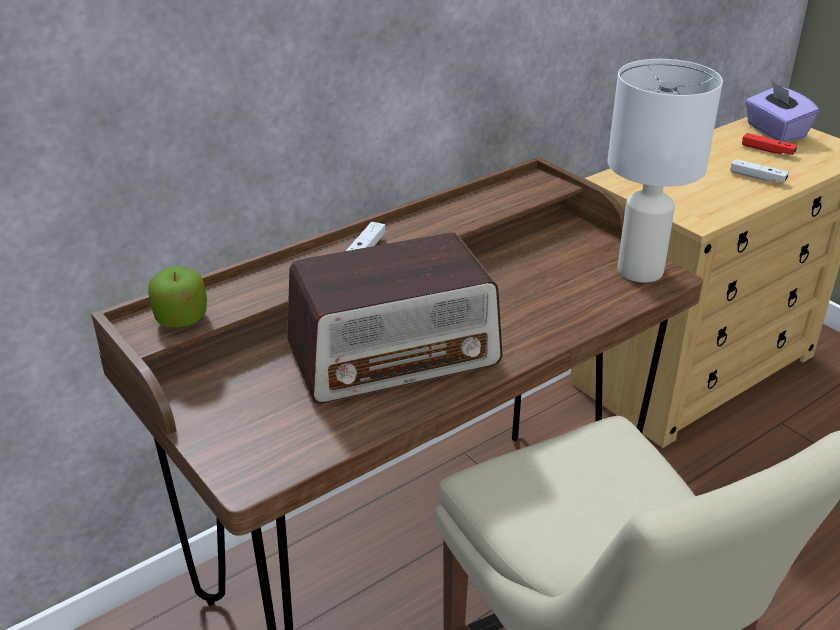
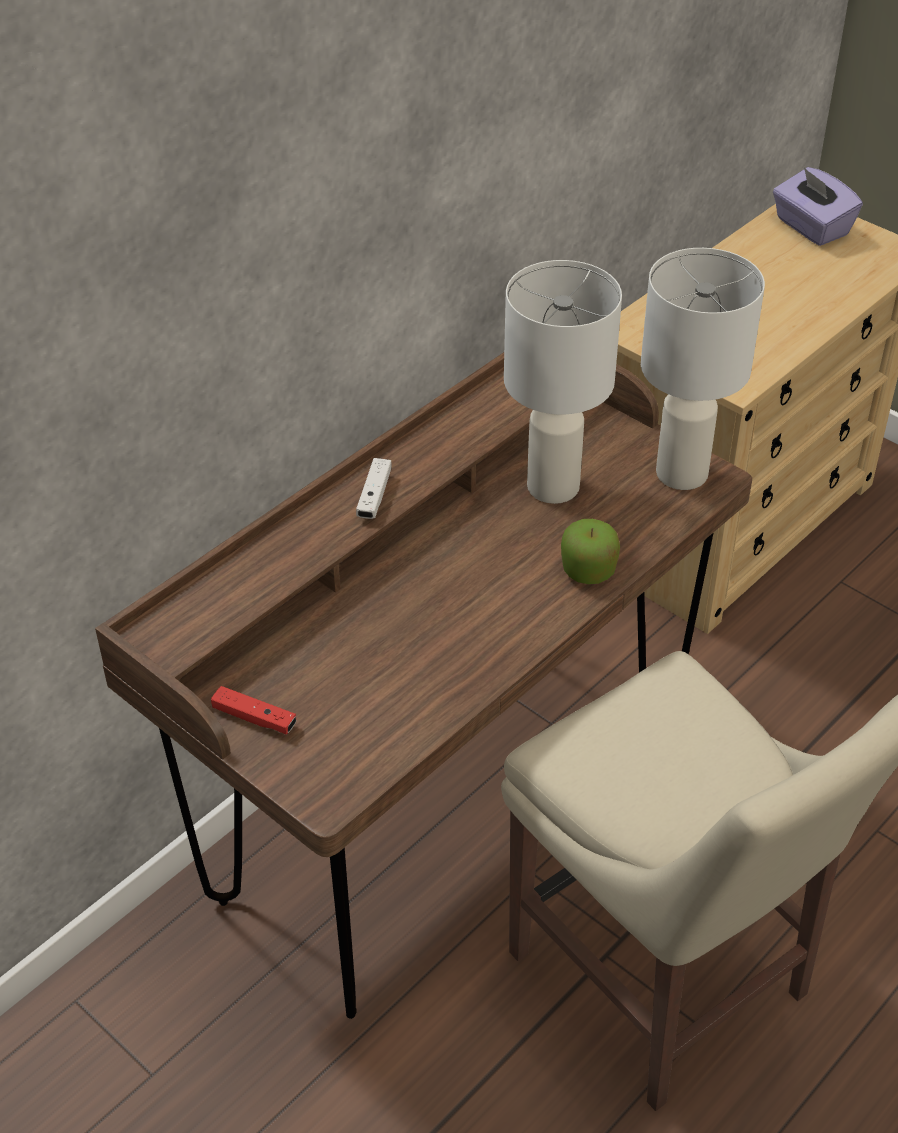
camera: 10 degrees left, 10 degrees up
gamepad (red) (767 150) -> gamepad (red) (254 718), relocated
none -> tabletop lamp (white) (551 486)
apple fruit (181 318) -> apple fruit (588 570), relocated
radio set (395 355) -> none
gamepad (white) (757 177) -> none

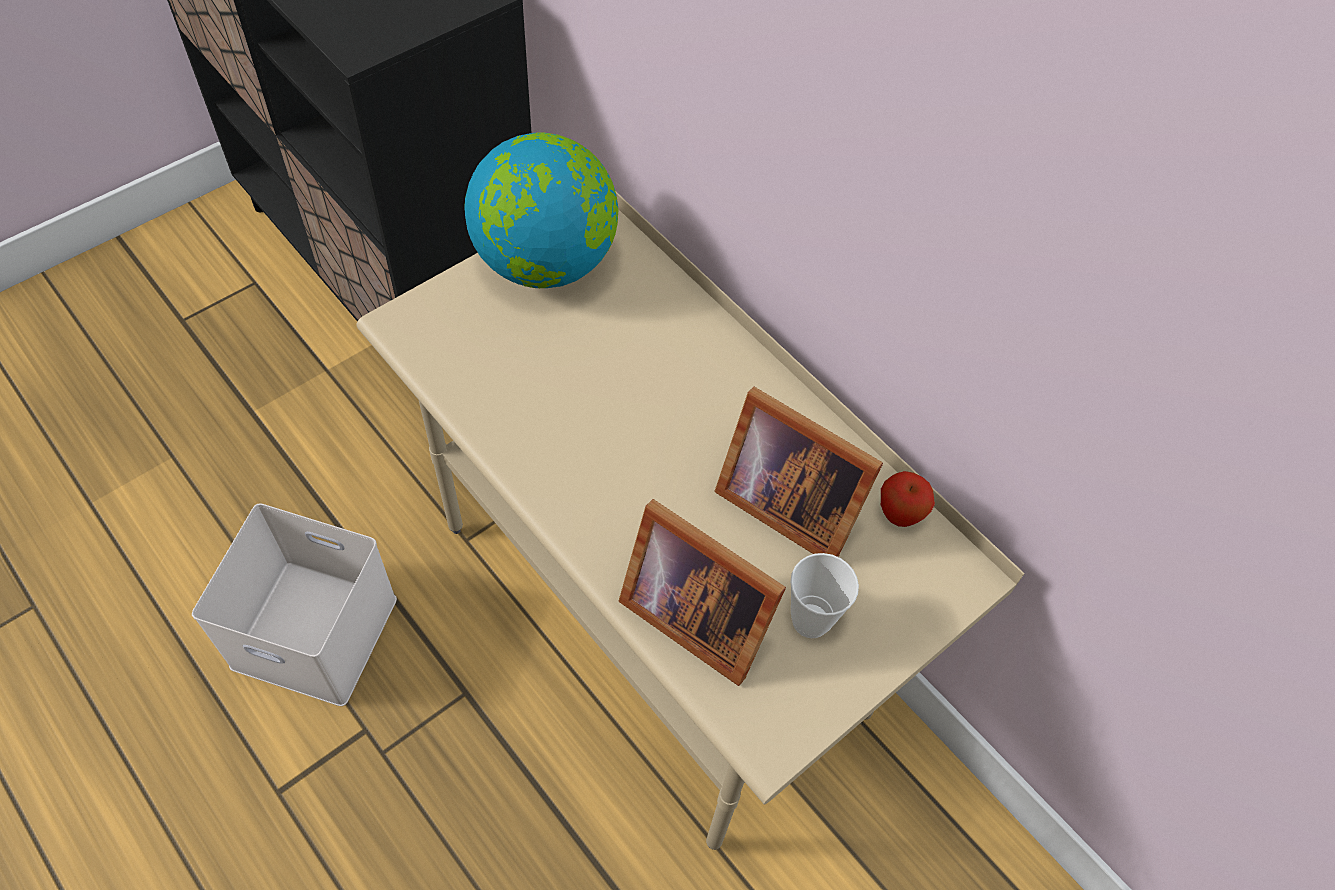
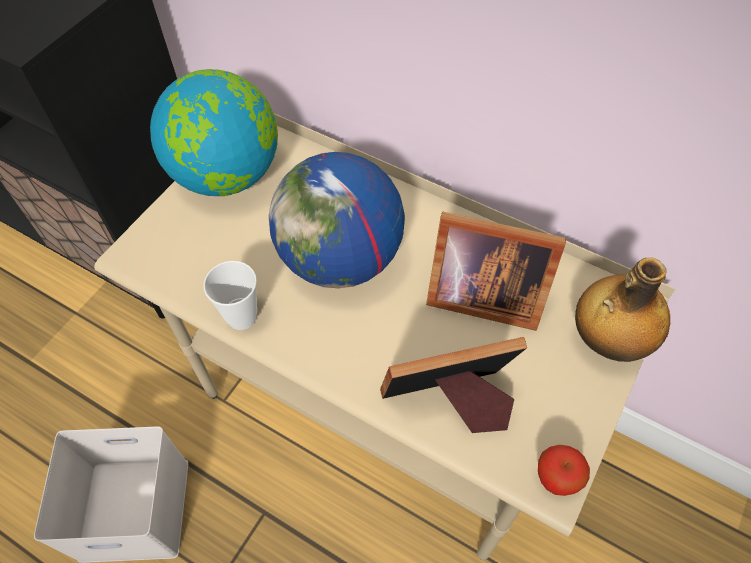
camera: 15 degrees left, 0 degrees up
small cup (810 621) -> small cup (242 317), relocated
none -> globe (340 259)
picture frame (694 612) -> picture frame (451 403), 150 degrees clockwise
apple fruit (899 515) -> apple fruit (555 479), relocated
none -> drink bottle (606 340)

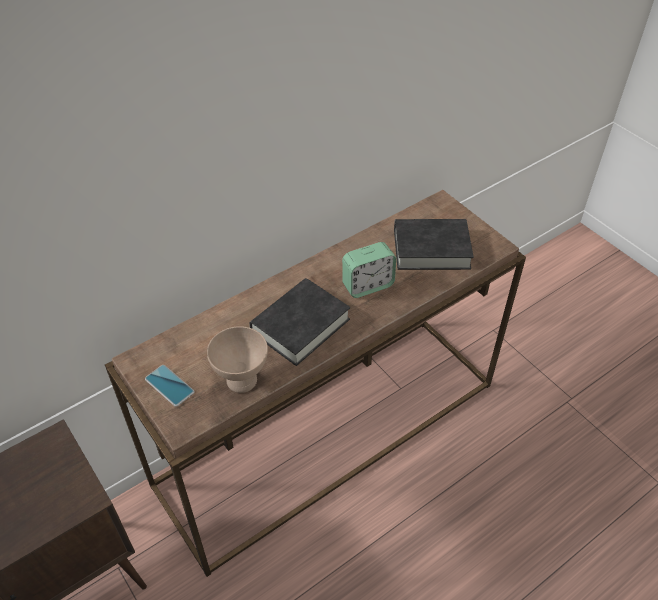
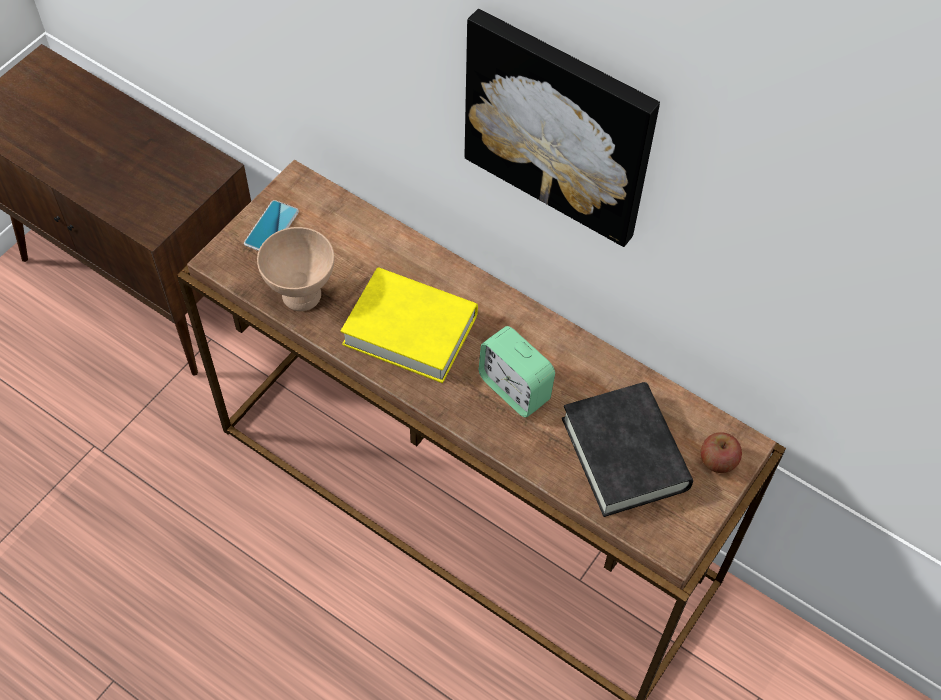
camera: 70 degrees right, 10 degrees up
book (black-coloured) (300 326) -> book (yellowish) (410 330)
none -> wall picture (560 125)
none -> apple fruit (718 460)

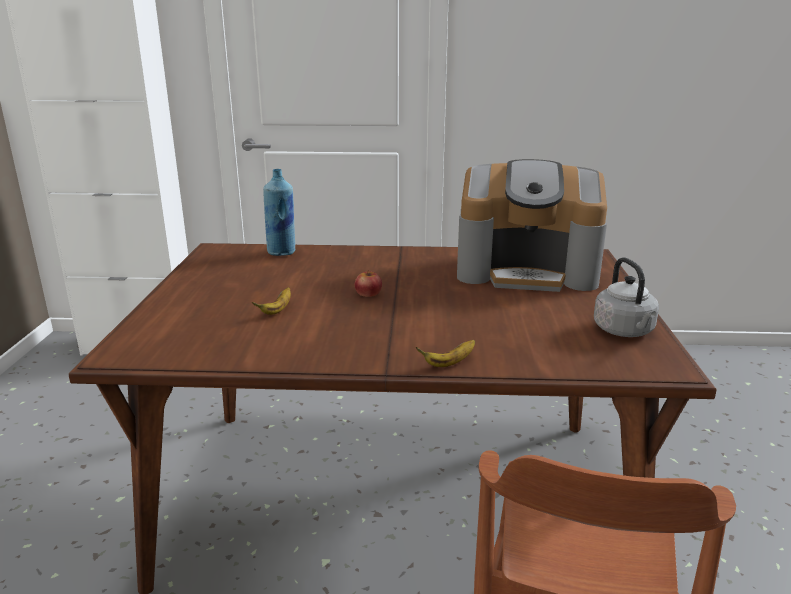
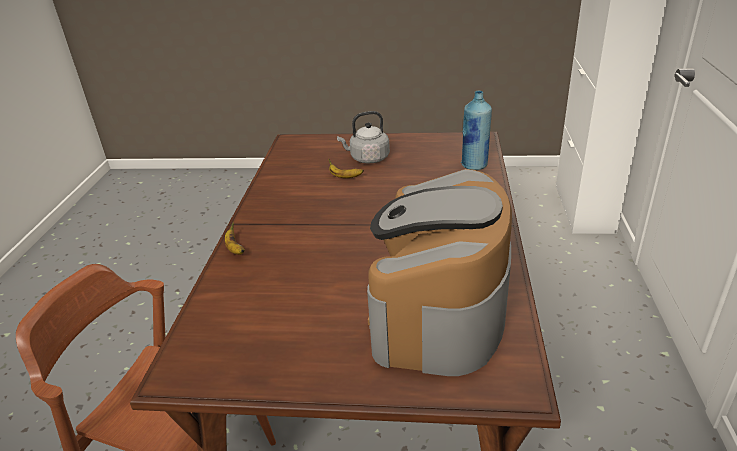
camera: 95 degrees right, 10 degrees up
kettle (grey) (625 331) -> kettle (grey) (367 158), relocated
apple fruit (368 293) -> none

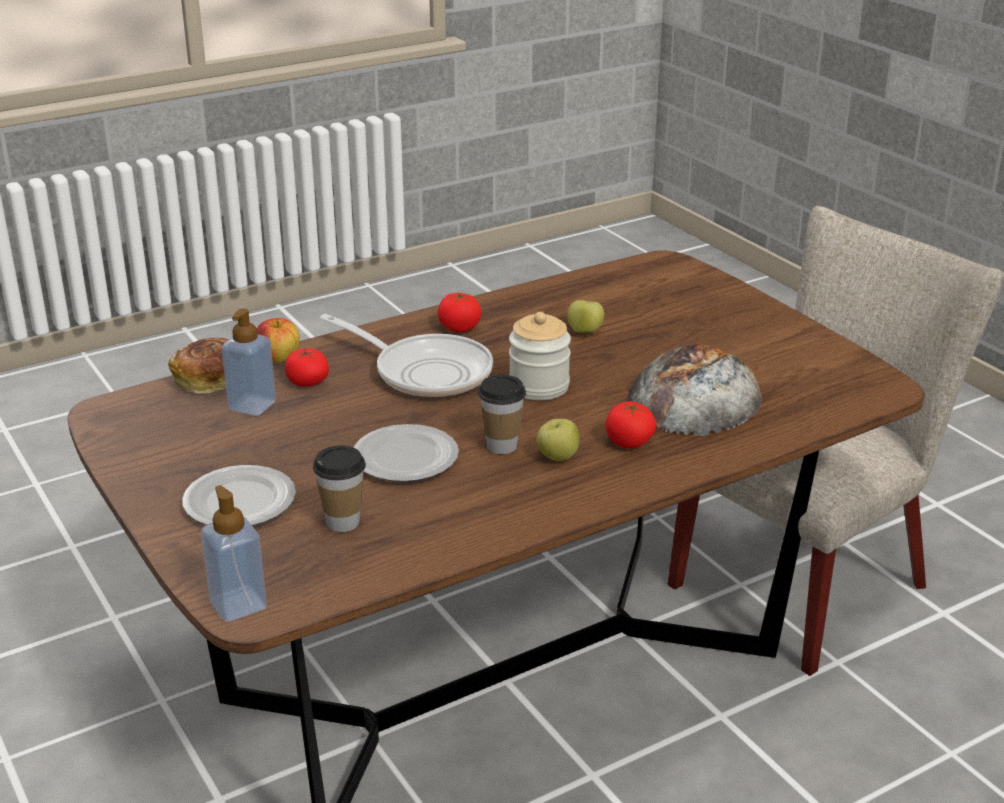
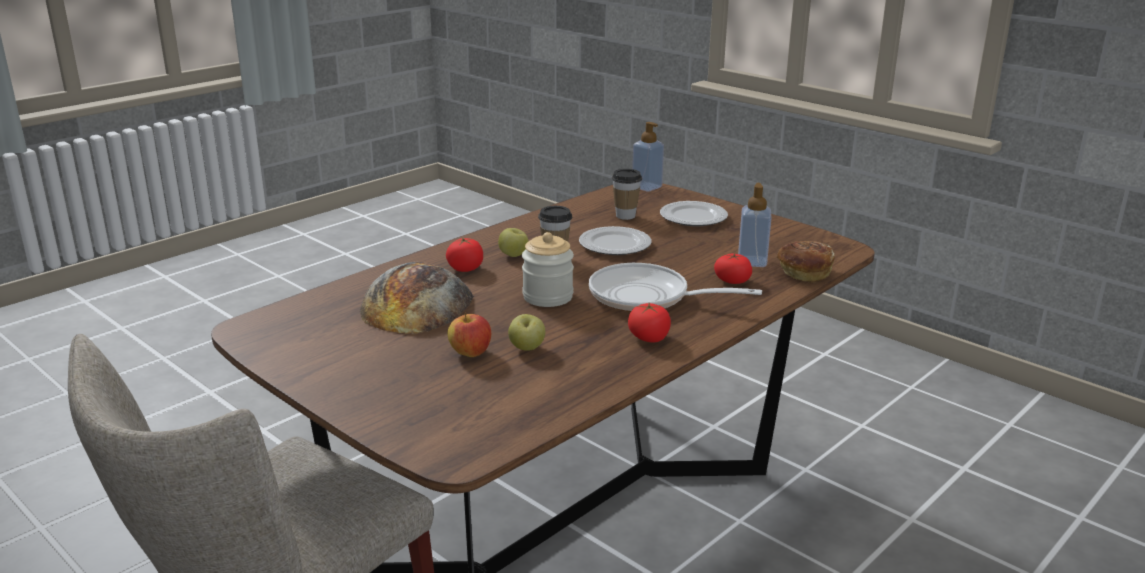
camera: 165 degrees right, 5 degrees down
apple fruit (278 358) -> apple fruit (470 353), relocated

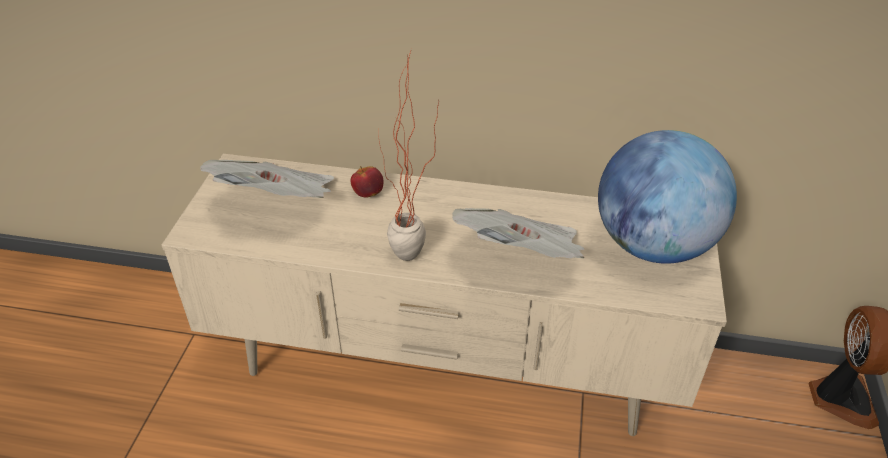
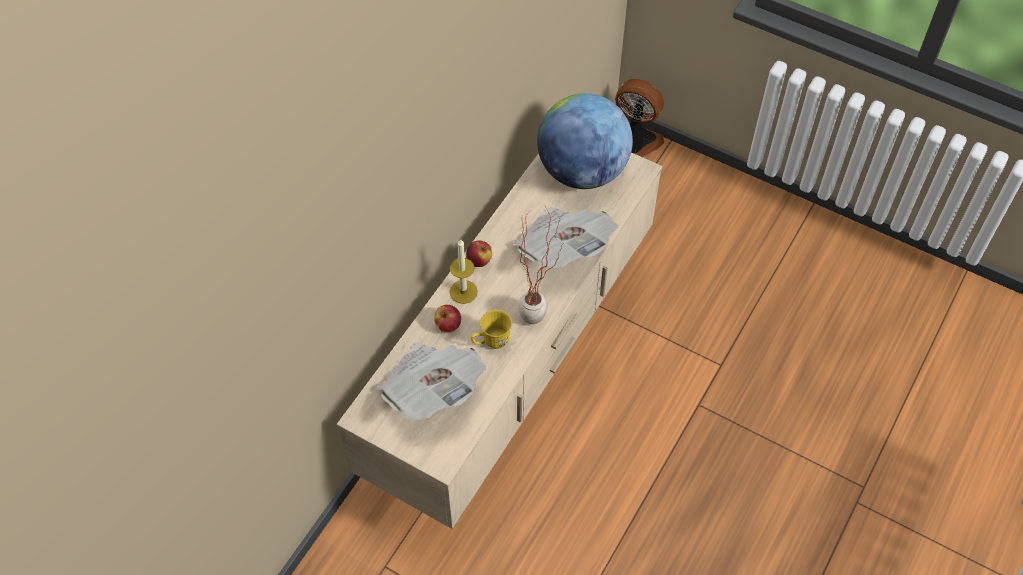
camera: 70 degrees left, 15 degrees up
none -> candle (463 291)
none -> apple fruit (479 261)
none -> mug (yellowish) (491 342)

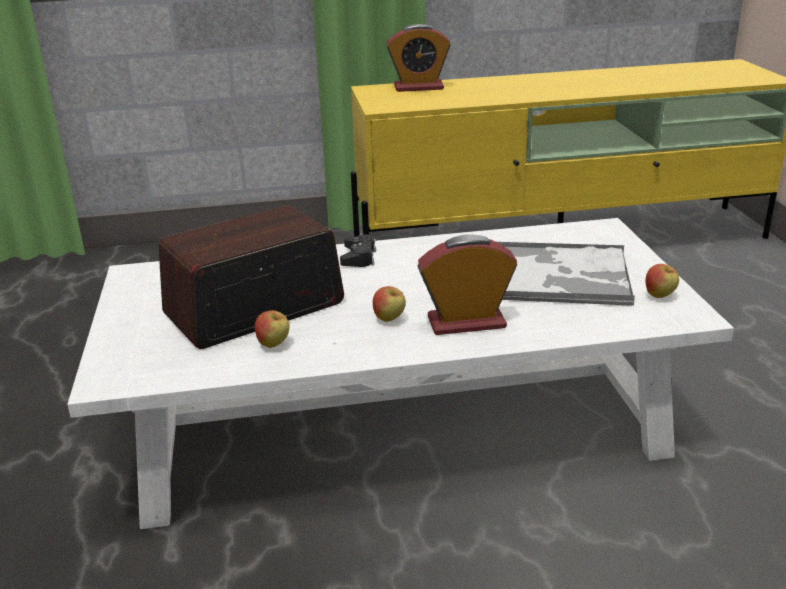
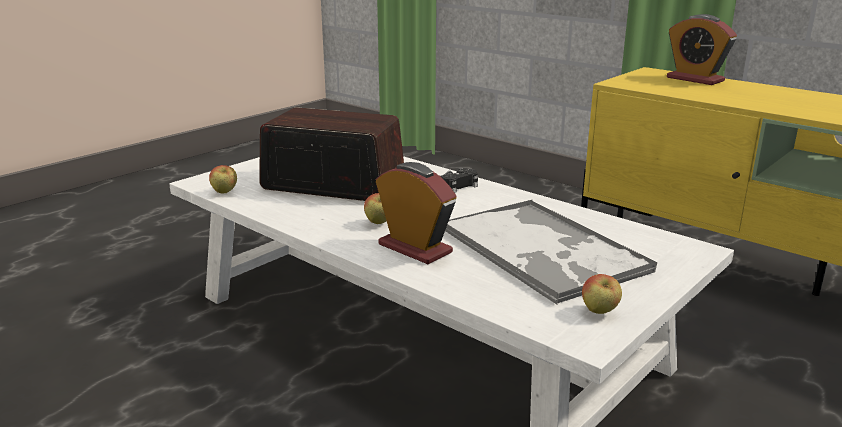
camera: 50 degrees right, 5 degrees down
apple fruit (273 345) -> apple fruit (225 193), relocated

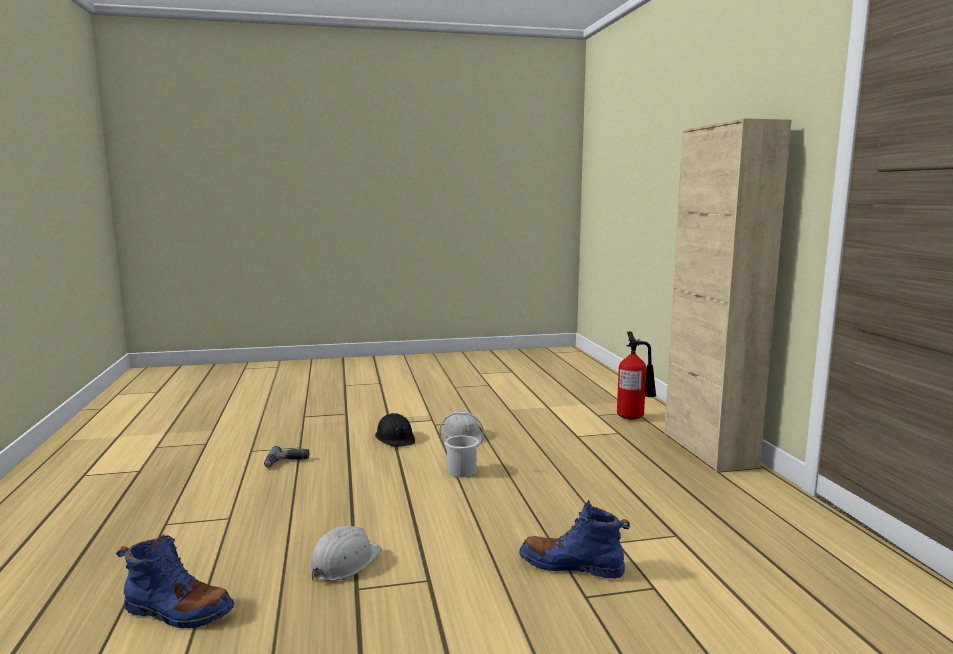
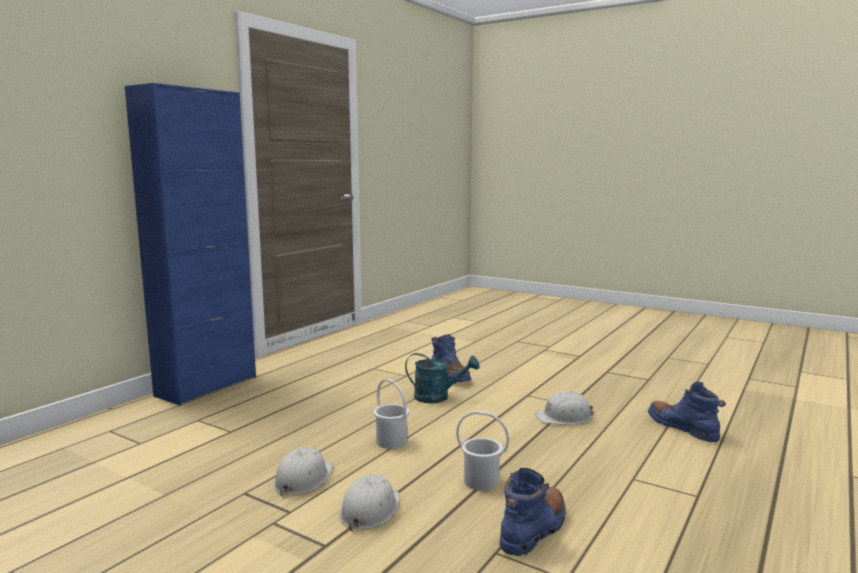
camera: 135 degrees left, 0 degrees up
storage cabinet (beige) (708 450) -> storage cabinet (blue) (207 386)
work helmet (black-coloured) (395 438) -> work helmet (white) (370 510)
none -> watering pot (blue-green) (438 397)
none -> water bucket (white) (481 481)
drill (287 462) -> high-top boot (blue) (534 530)
fire-fighting cylinder (633 417) -> none

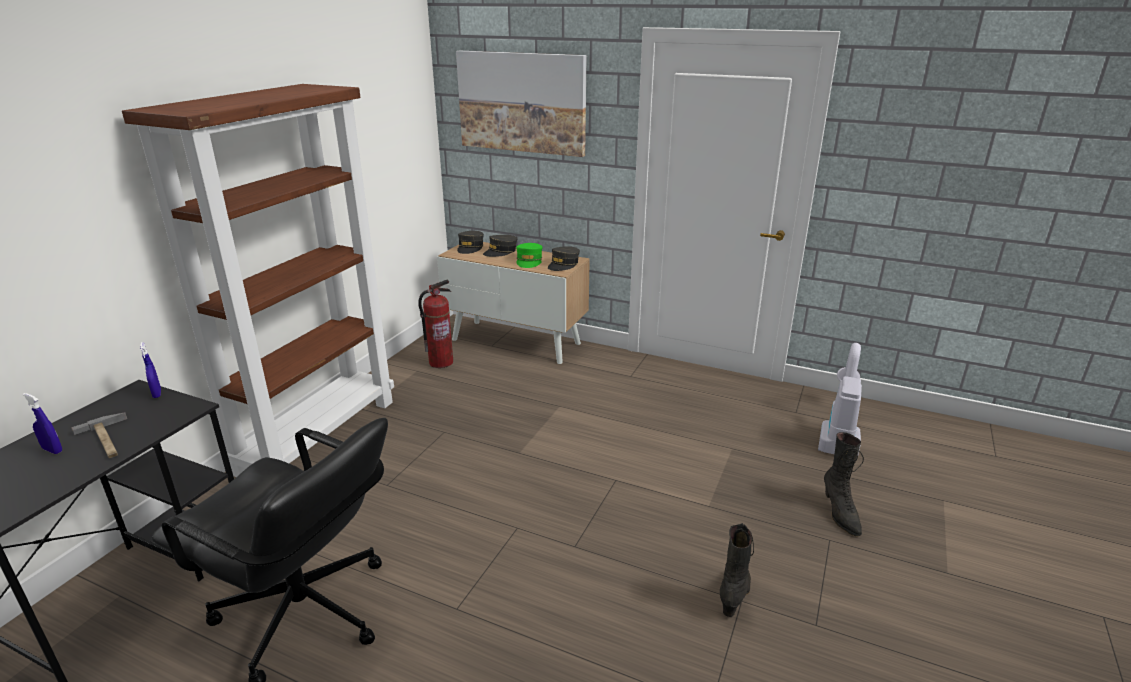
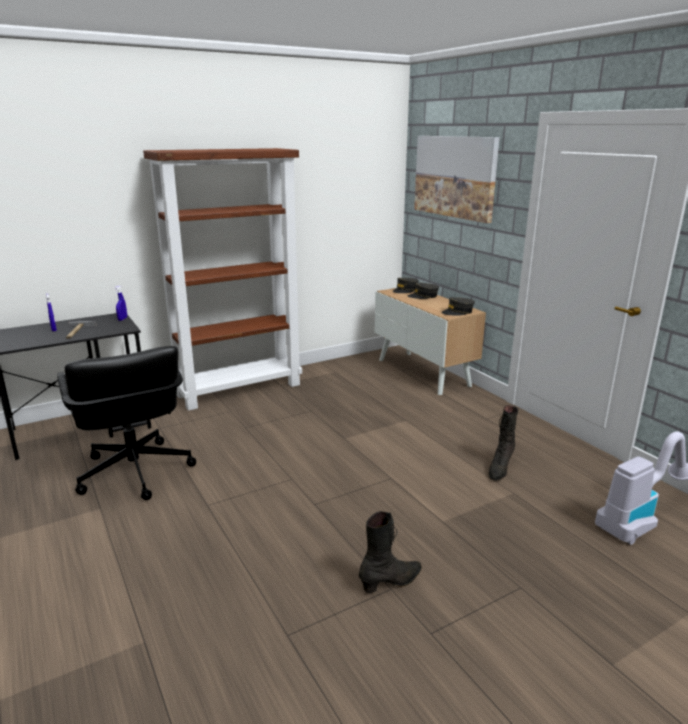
camera: 35 degrees right, 5 degrees down
high-top boot (black-coloured) (840 513) -> high-top boot (black-coloured) (500 468), relocated
fire-fighting cylinder (441 362) -> none
baseball cap (green) (529 261) -> none

